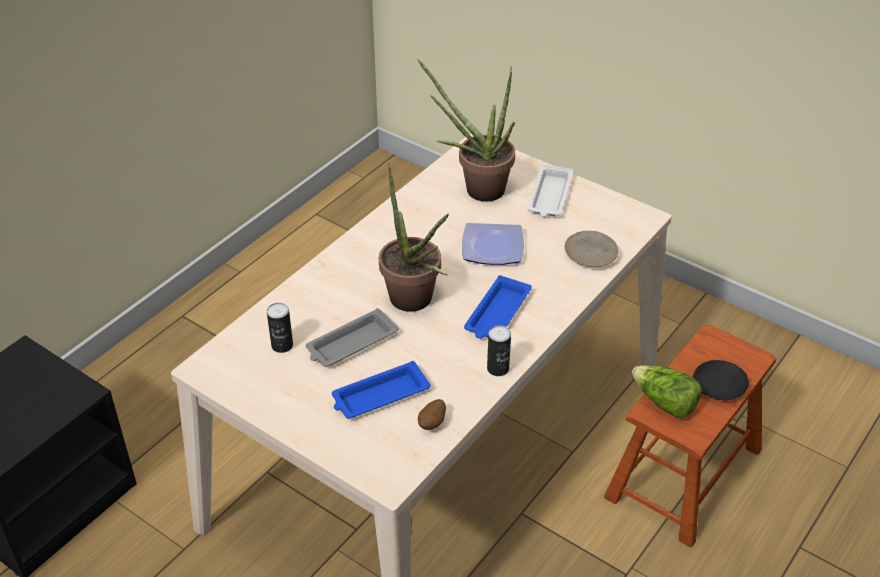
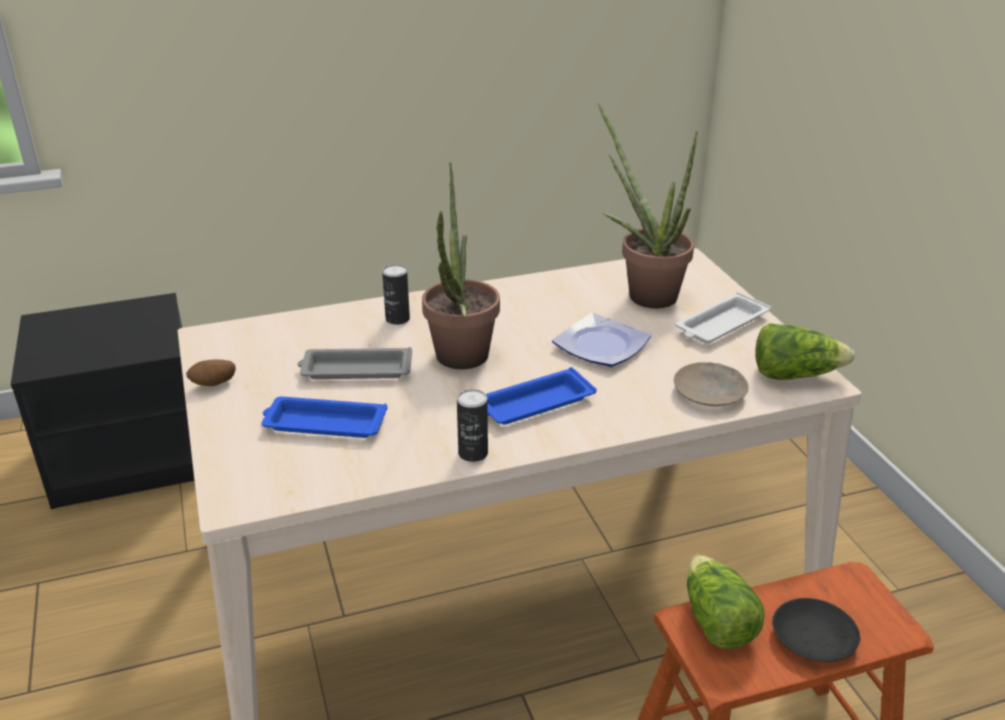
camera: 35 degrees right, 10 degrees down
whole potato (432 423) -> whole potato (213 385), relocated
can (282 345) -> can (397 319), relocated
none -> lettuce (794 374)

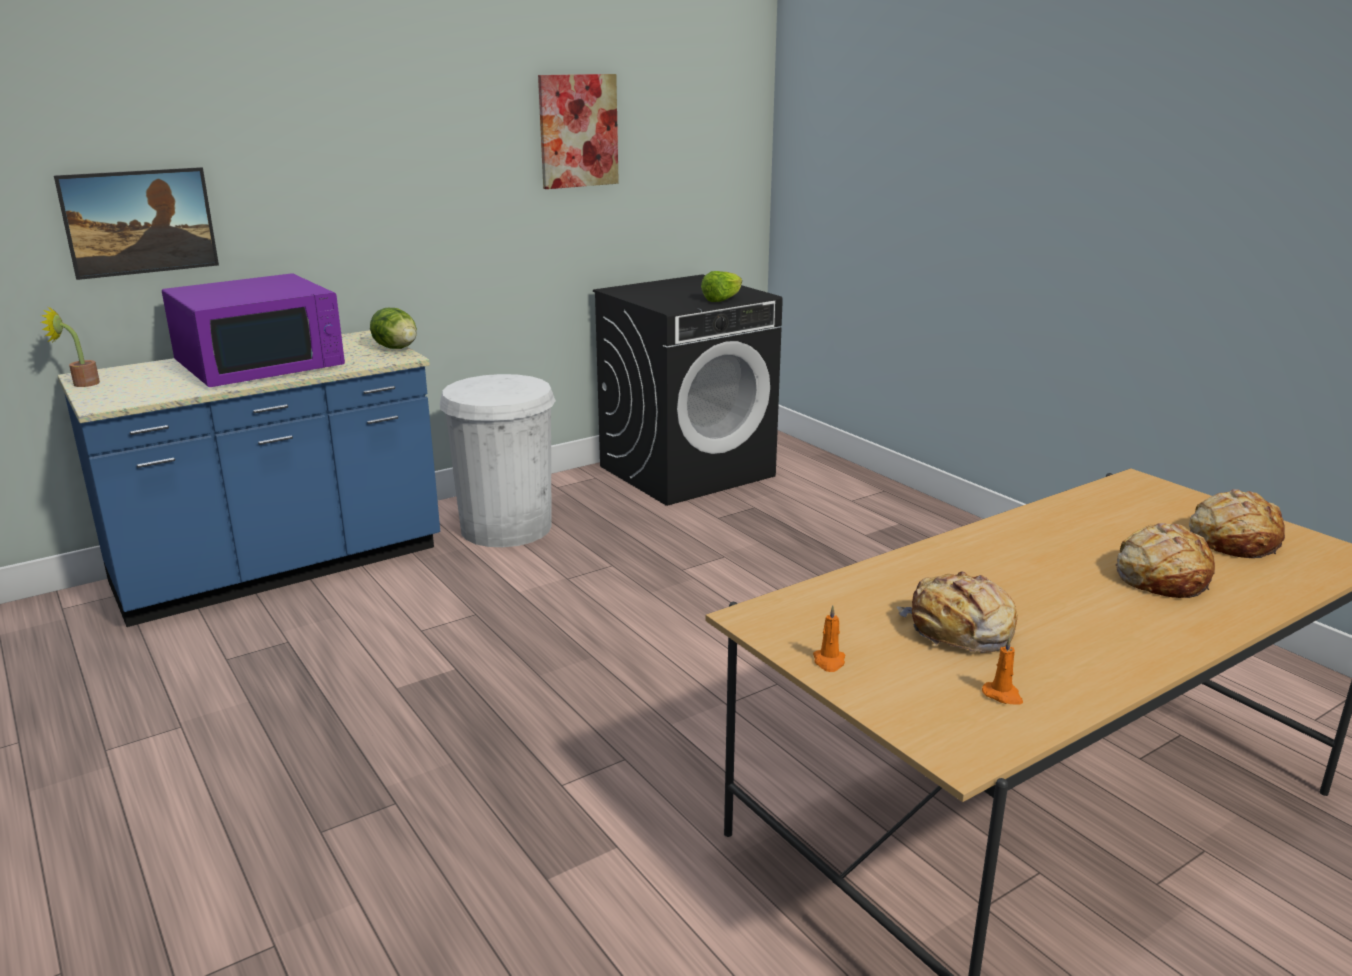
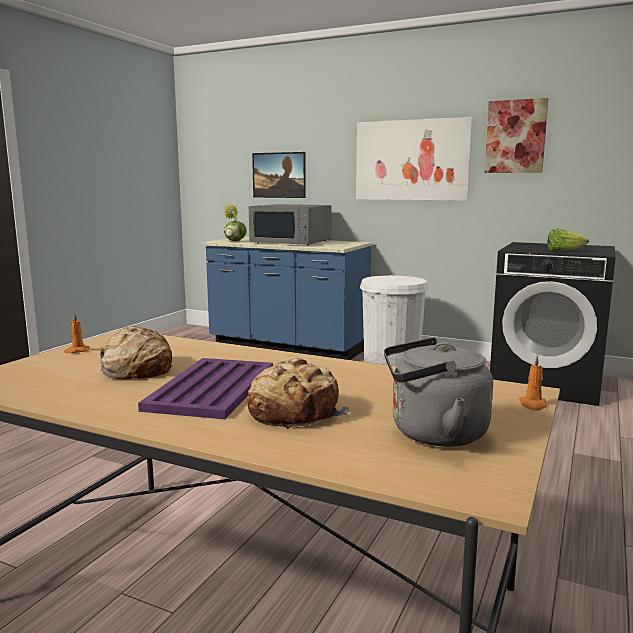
camera: 60 degrees right, 10 degrees down
none -> serving tray (purple) (213 388)
lettuce (396 348) -> lettuce (235 241), relocated
microwave (purple) (261 364) -> microwave (grey) (292 242)
none -> wall picture (412 160)
bread (1233 540) -> kettle (grey) (432 433)
candle (orange-coloured) (1003 695) -> candle (orange-coloured) (533 405), relocated

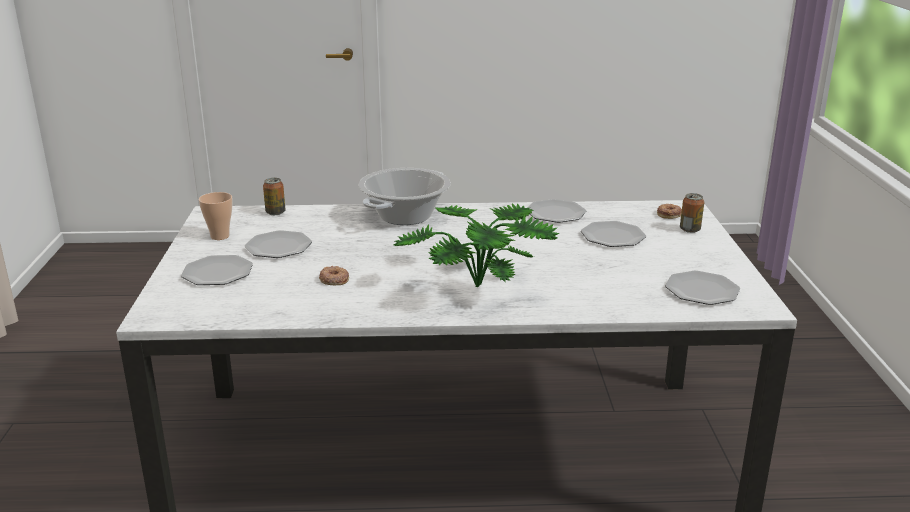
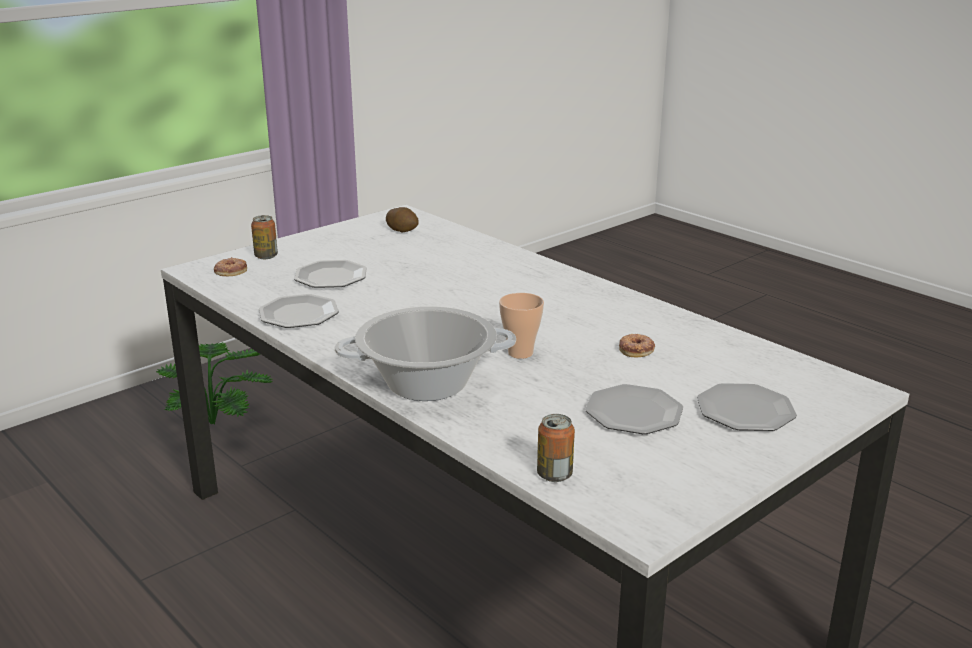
camera: 130 degrees left, 0 degrees up
plant in a pot (477 291) -> plant in a pot (220 422), relocated
dinner plate (701 290) -> whole potato (402 230)
small cup (220 236) -> small cup (520 353), relocated

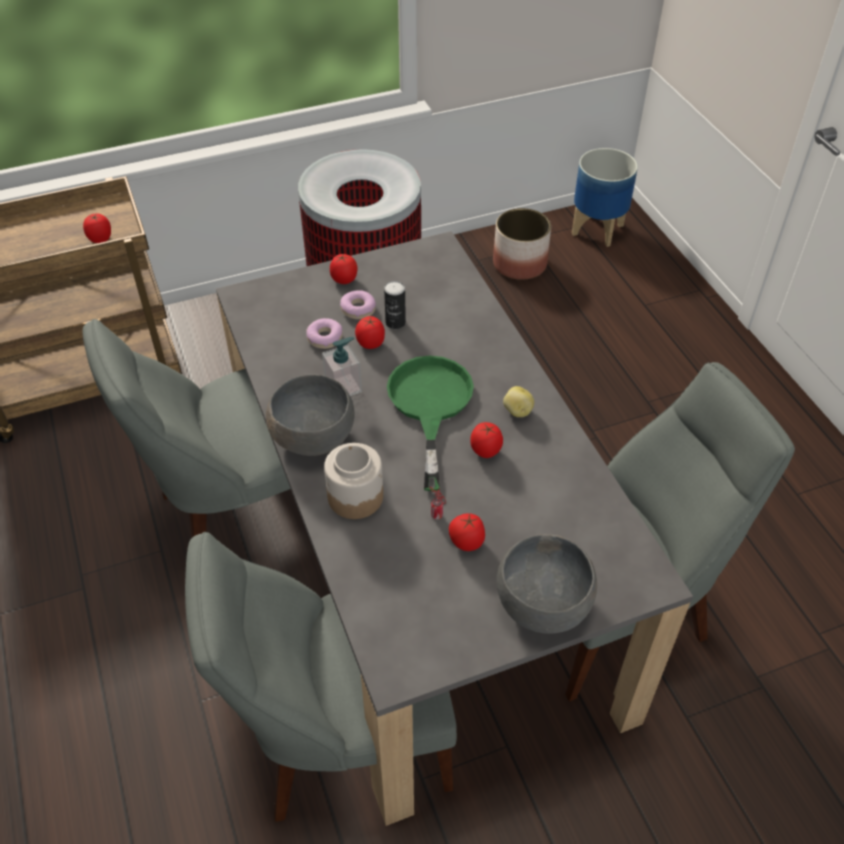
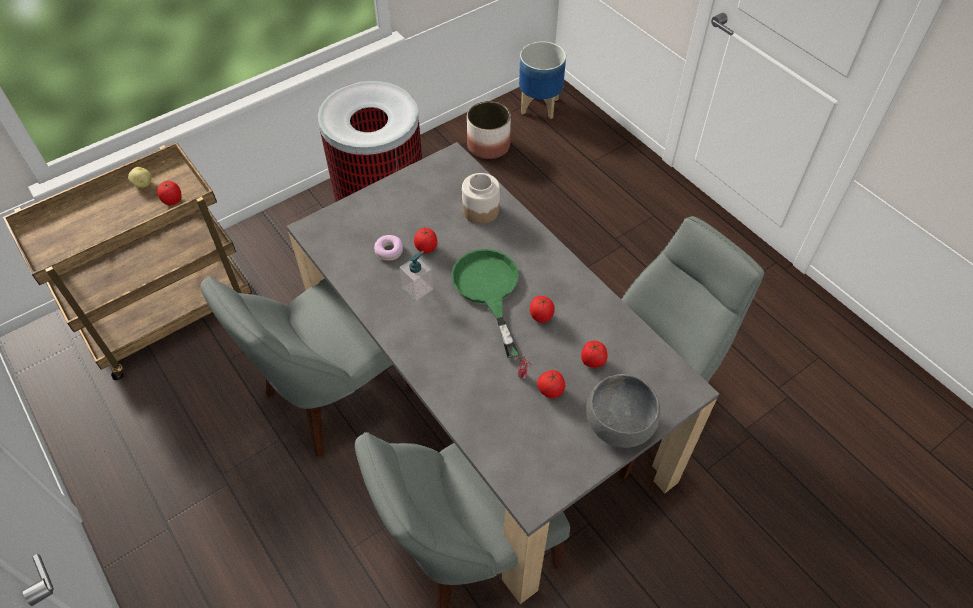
camera: 15 degrees left, 5 degrees up
whole potato (517 411) -> whole potato (143 184), relocated
jar (355 496) -> jar (480 210), relocated
tomato (344 280) -> tomato (592 362), relocated
serving bowl (grey) (312 437) -> none
donut (358 309) -> none
can (395 322) -> none

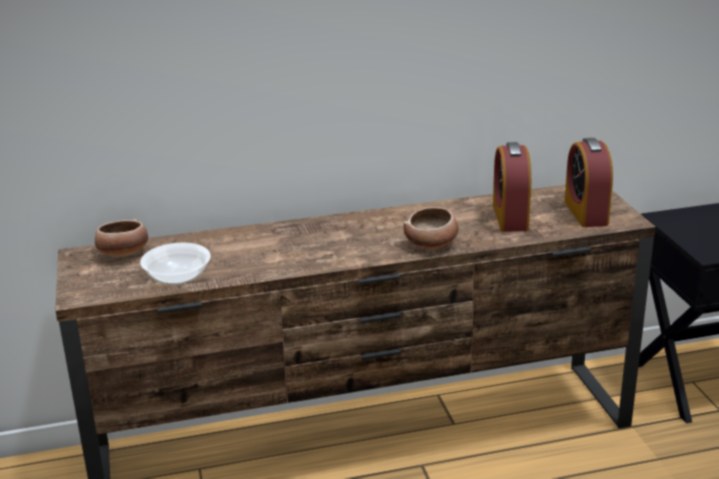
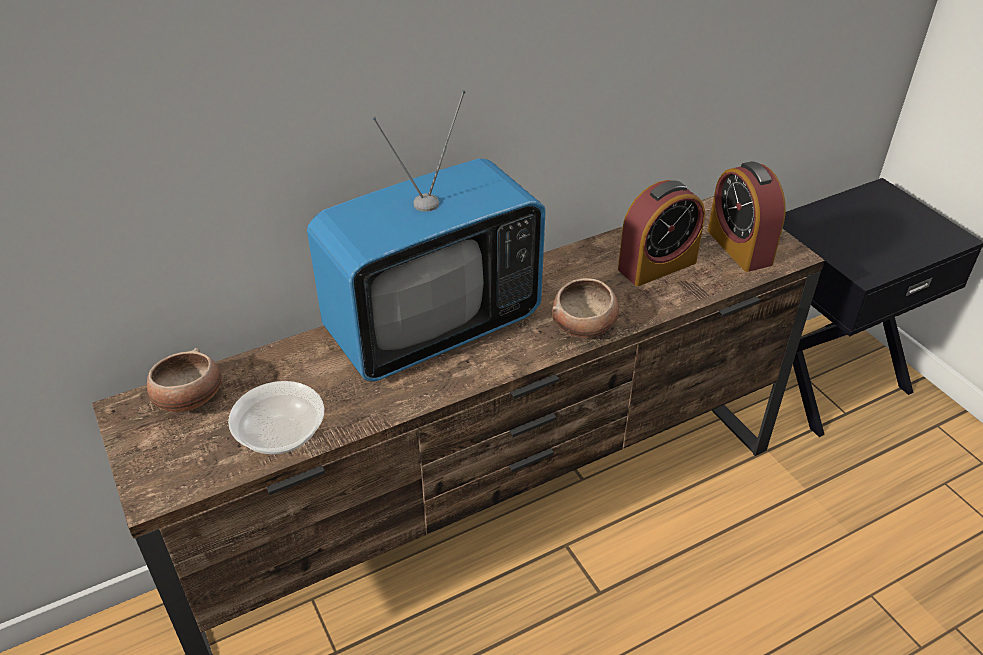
camera: 15 degrees left, 15 degrees up
none -> TV set (433 328)
alarm clock (510 217) -> alarm clock (657 265), 105 degrees counterclockwise

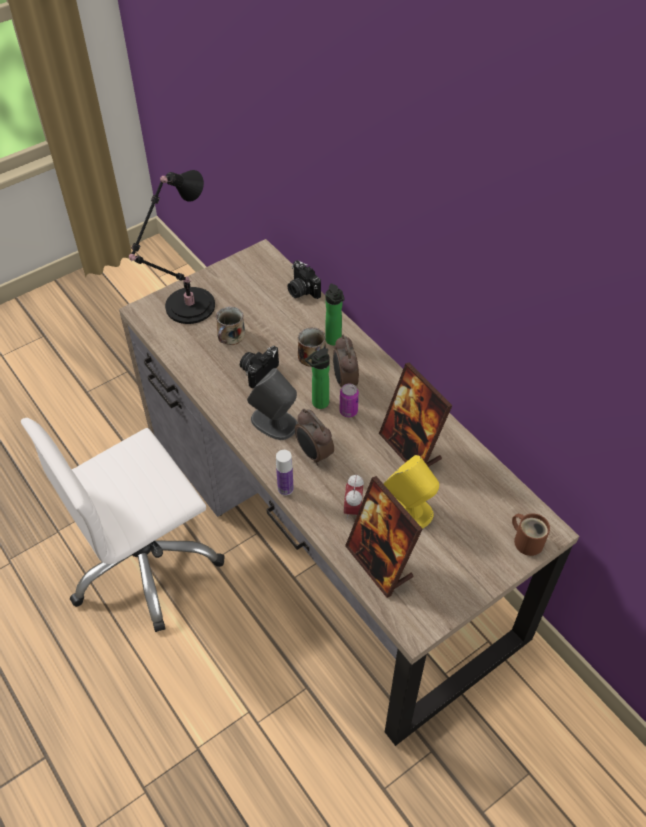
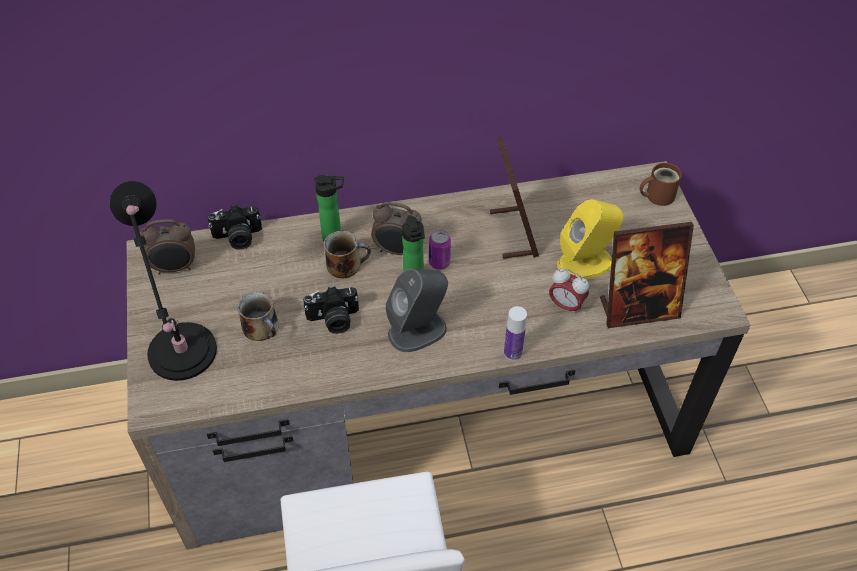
camera: 65 degrees left, 0 degrees up
alarm clock (313 454) -> alarm clock (175 268), relocated
still camera (258 371) -> still camera (334 320), 75 degrees counterclockwise
picture frame (410 448) -> picture frame (513 232), 90 degrees counterclockwise

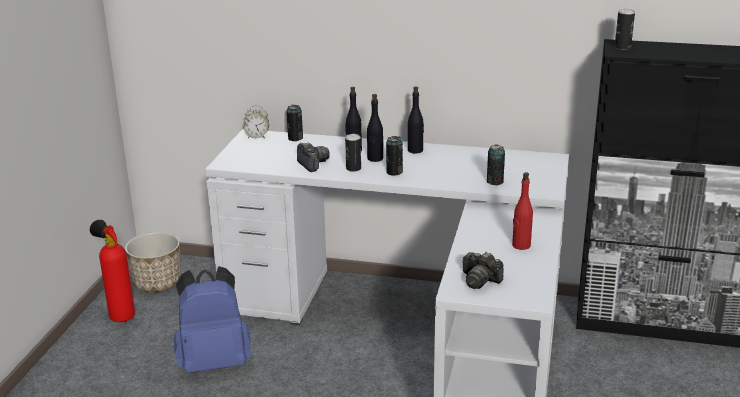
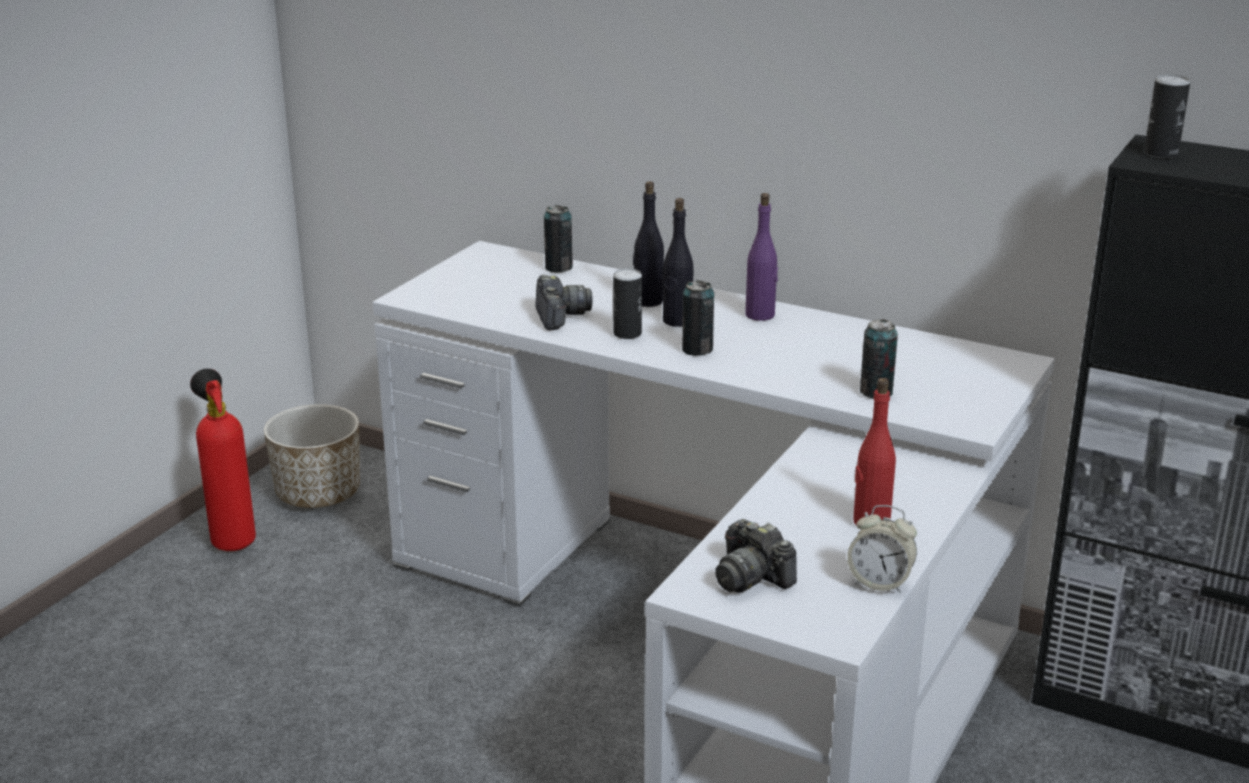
camera: 15 degrees right, 0 degrees up
drink bottle (black-coloured) (415 150) -> drink bottle (purple) (760 315)
alarm clock (257 136) -> alarm clock (880 583), relocated
knapsack (blue) (214 362) -> none

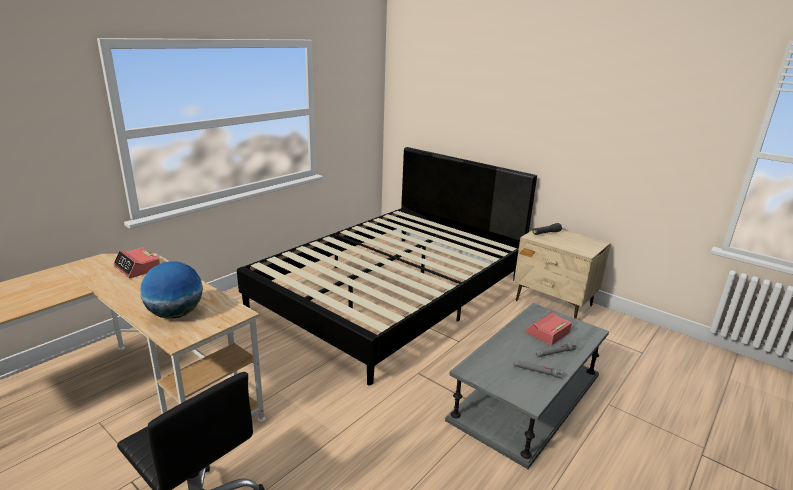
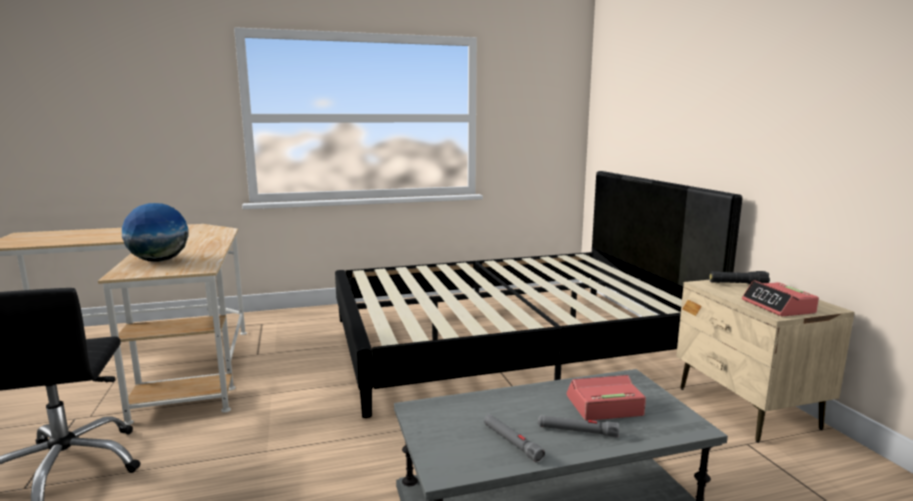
camera: 35 degrees right, 10 degrees down
alarm clock (137 268) -> alarm clock (778 307), relocated

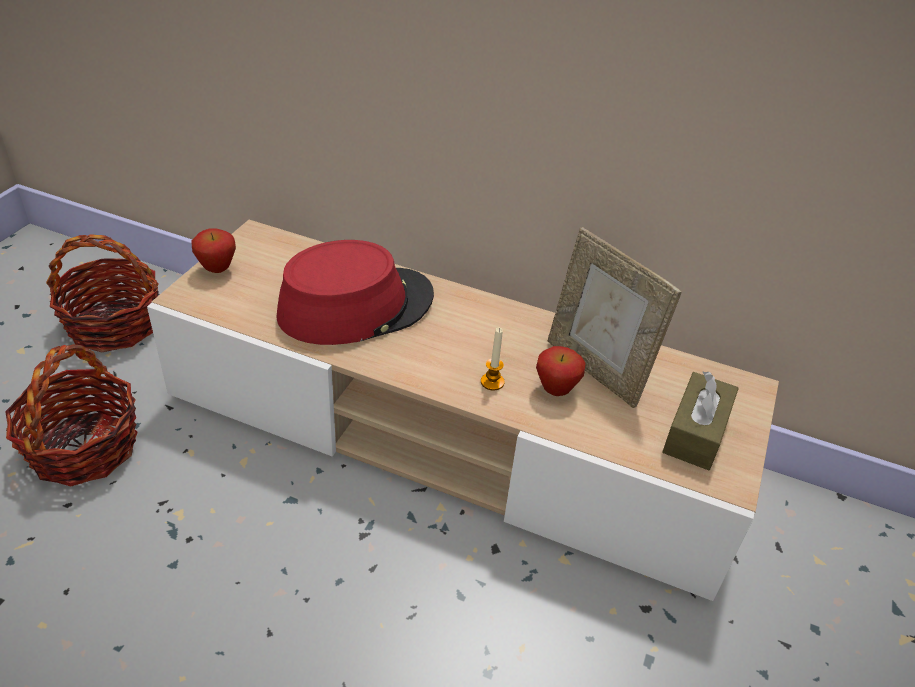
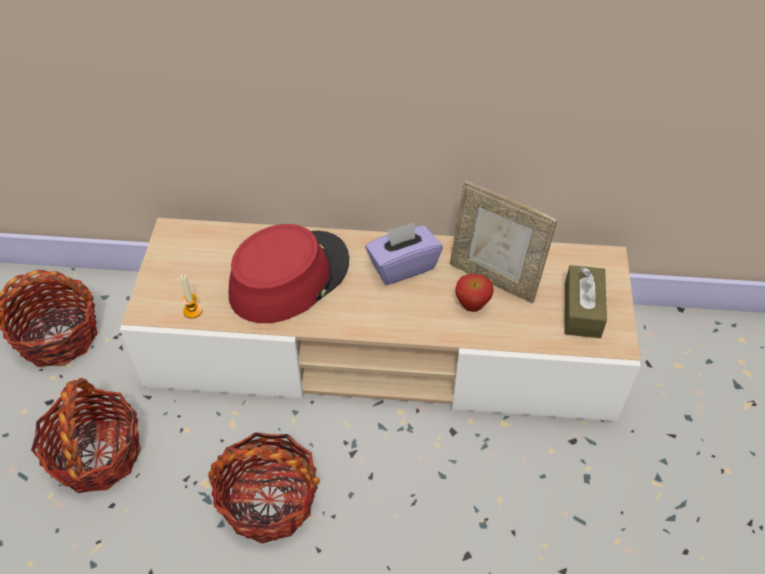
camera: 15 degrees left, 10 degrees up
candle (492 382) -> candle (192 311), relocated
none -> household basket (268 501)
none -> tissue box (purple) (402 266)
apple fruit (217 270) -> none

